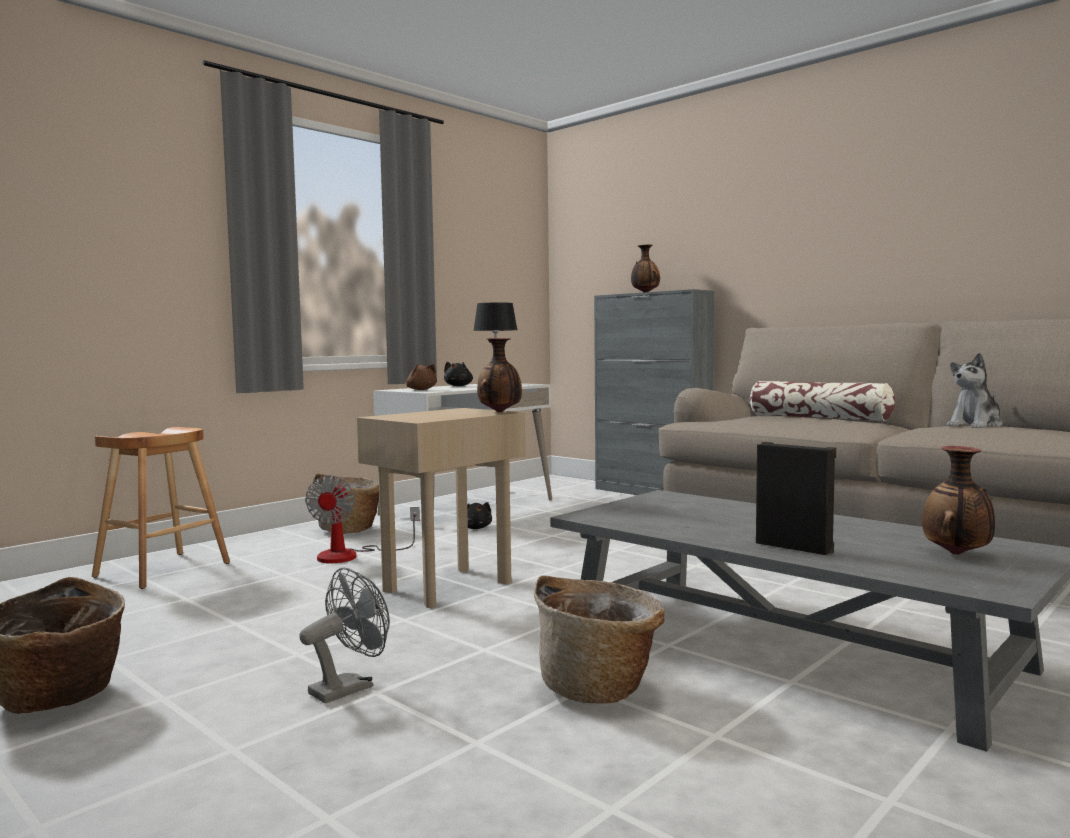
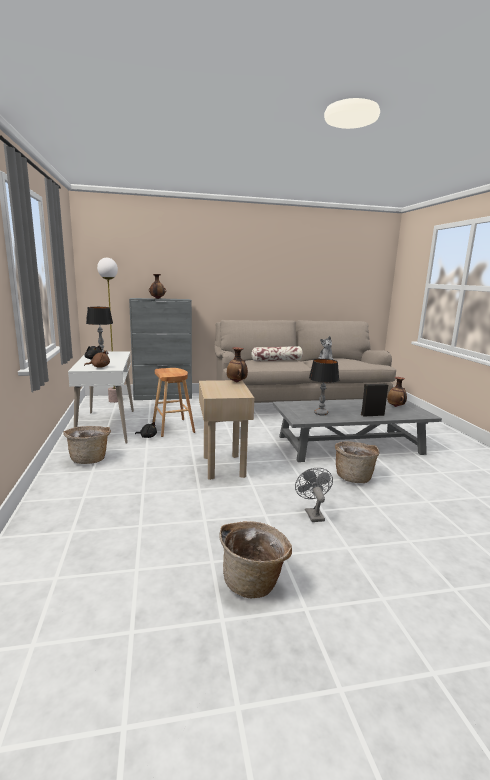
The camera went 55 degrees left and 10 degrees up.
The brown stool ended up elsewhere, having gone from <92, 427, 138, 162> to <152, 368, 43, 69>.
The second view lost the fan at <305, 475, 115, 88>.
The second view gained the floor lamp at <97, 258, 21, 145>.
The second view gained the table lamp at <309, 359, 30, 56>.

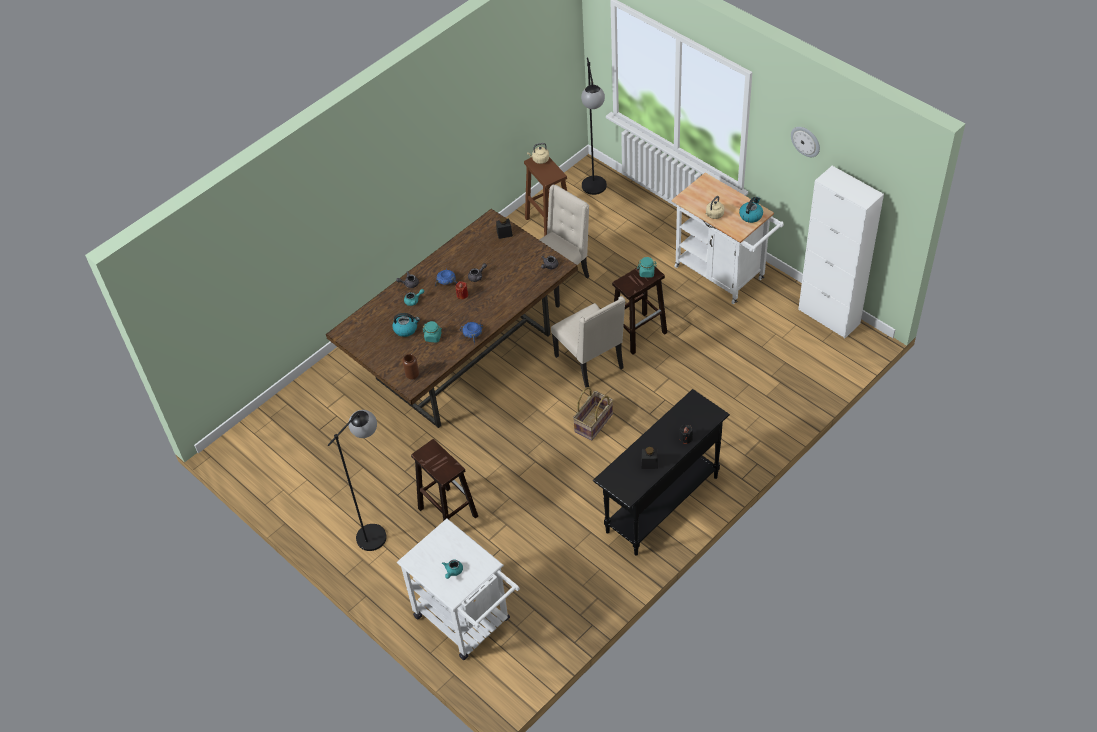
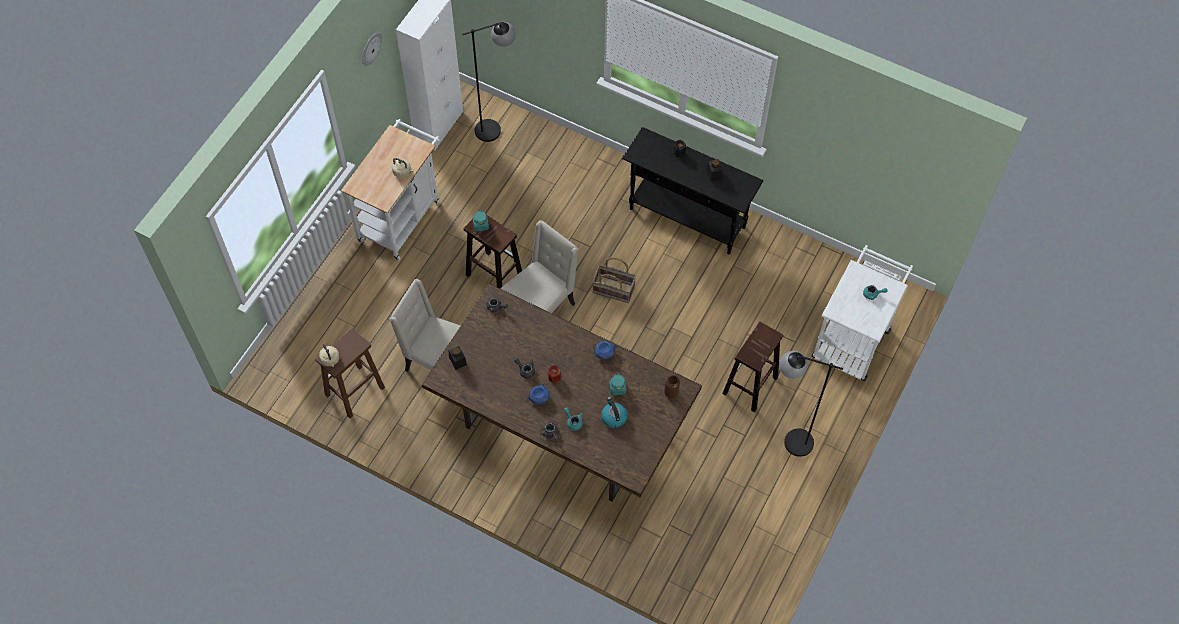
The camera went 110 degrees left and 10 degrees up.
The black floor lamp ended up elsewhere, having gone from <581, 57, 26, 138> to <462, 22, 54, 120>.
The second view lost the kettle at <739, 197, 24, 26>.

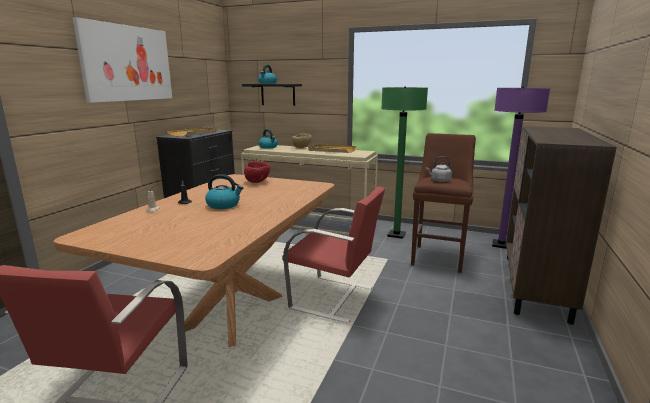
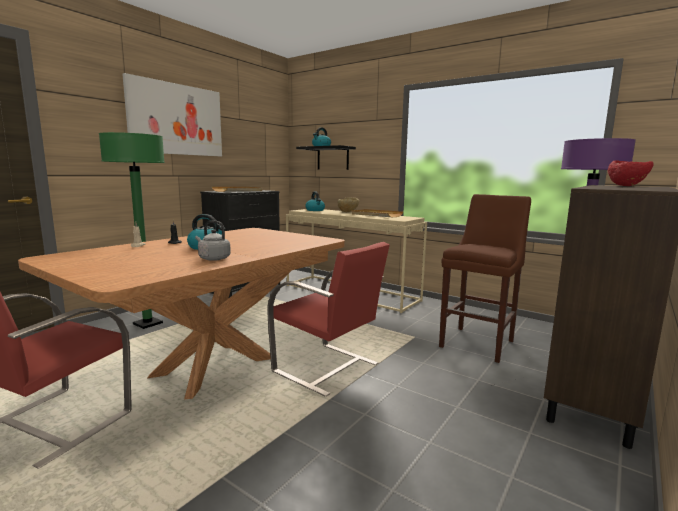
The camera went 15 degrees right and 5 degrees down.
The red bowl ended up elsewhere, having gone from <244, 161, 26, 22> to <608, 160, 45, 26>.
The green floor lamp ended up elsewhere, having gone from <381, 87, 47, 152> to <99, 132, 66, 197>.
The grey kettle ended up elsewhere, having gone from <426, 157, 26, 25> to <195, 221, 36, 40>.

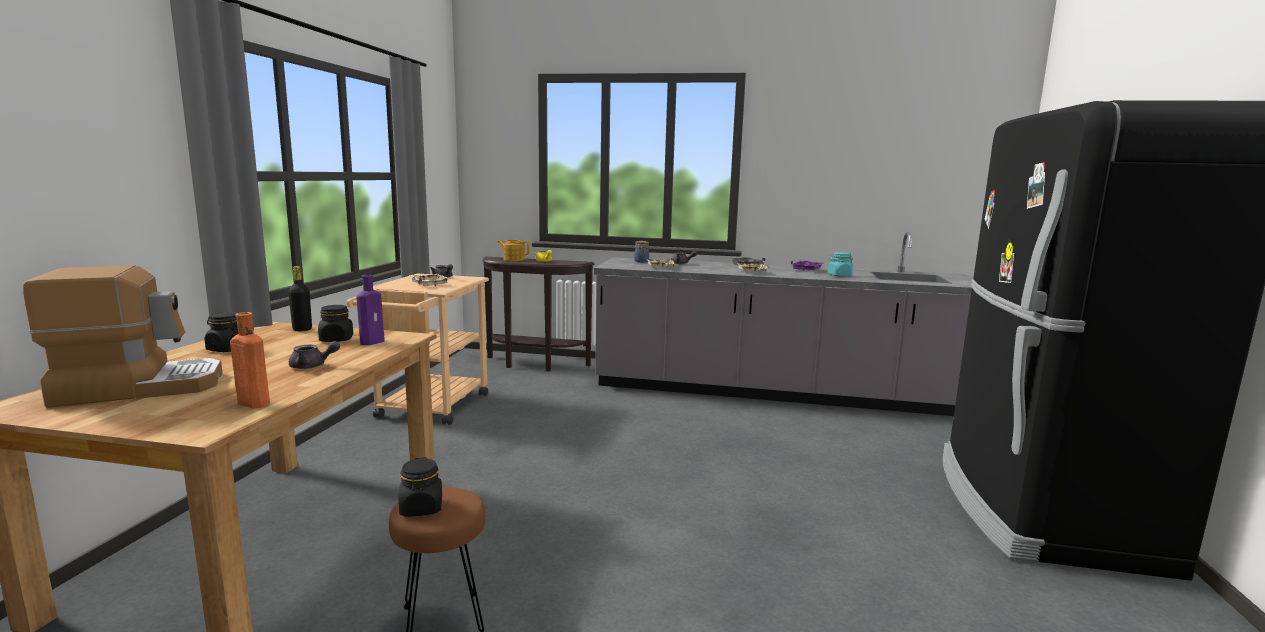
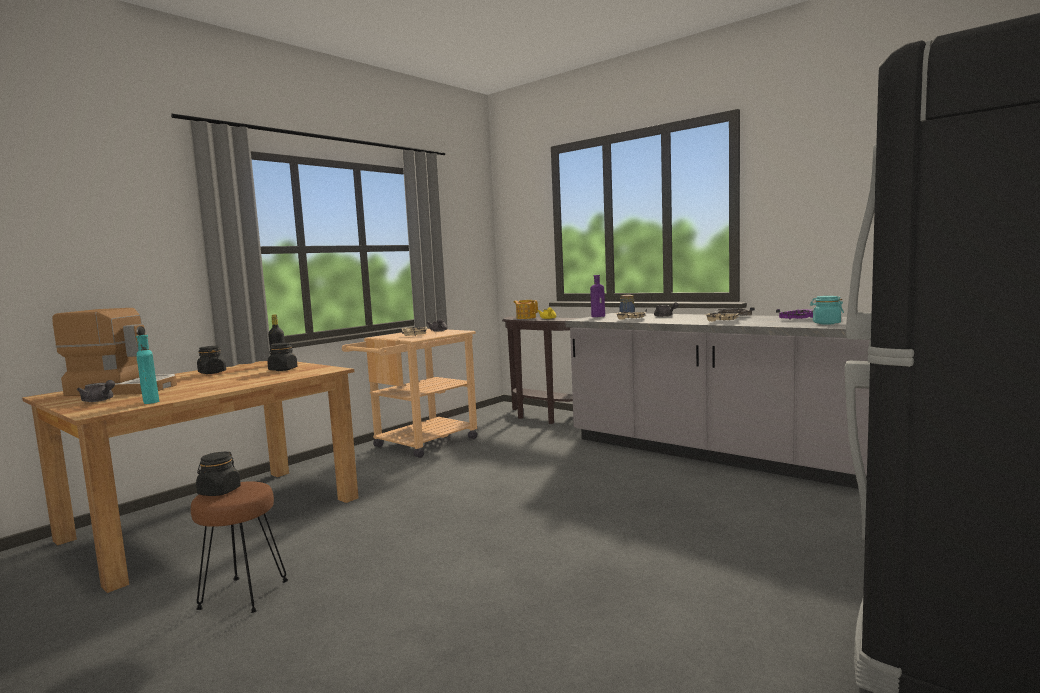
The camera went 30 degrees right and 5 degrees down.
What was the orange bottle at <230, 312, 40, 97> turned into the turquoise bottle at <136, 335, 23, 69>.
The grey teapot ended up elsewhere, having gone from <289, 341, 51, 28> to <77, 380, 38, 22>.
The purple bottle ended up elsewhere, having gone from <357, 275, 28, 70> to <590, 275, 15, 42>.

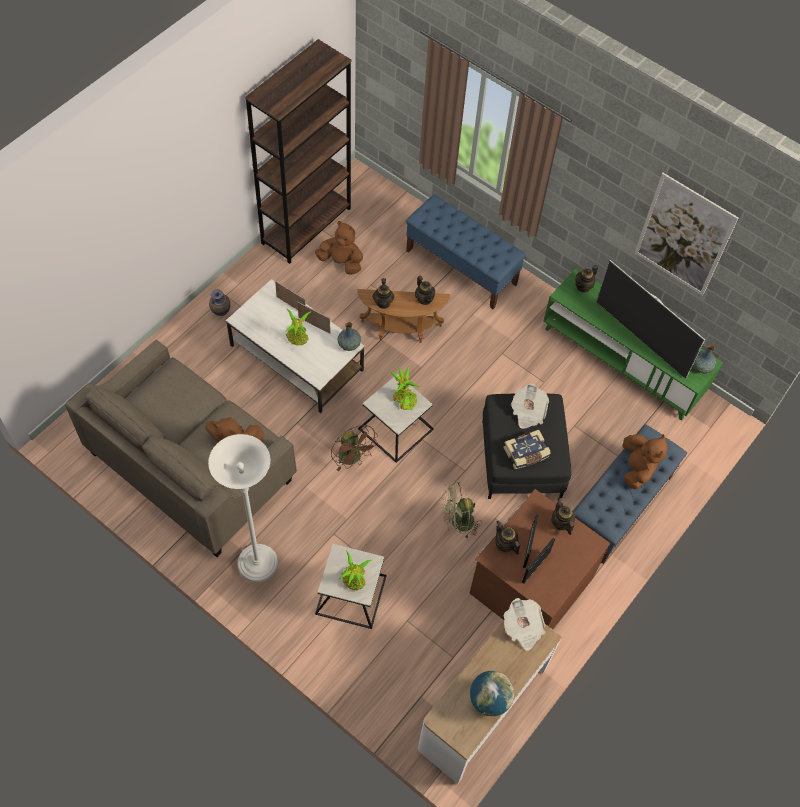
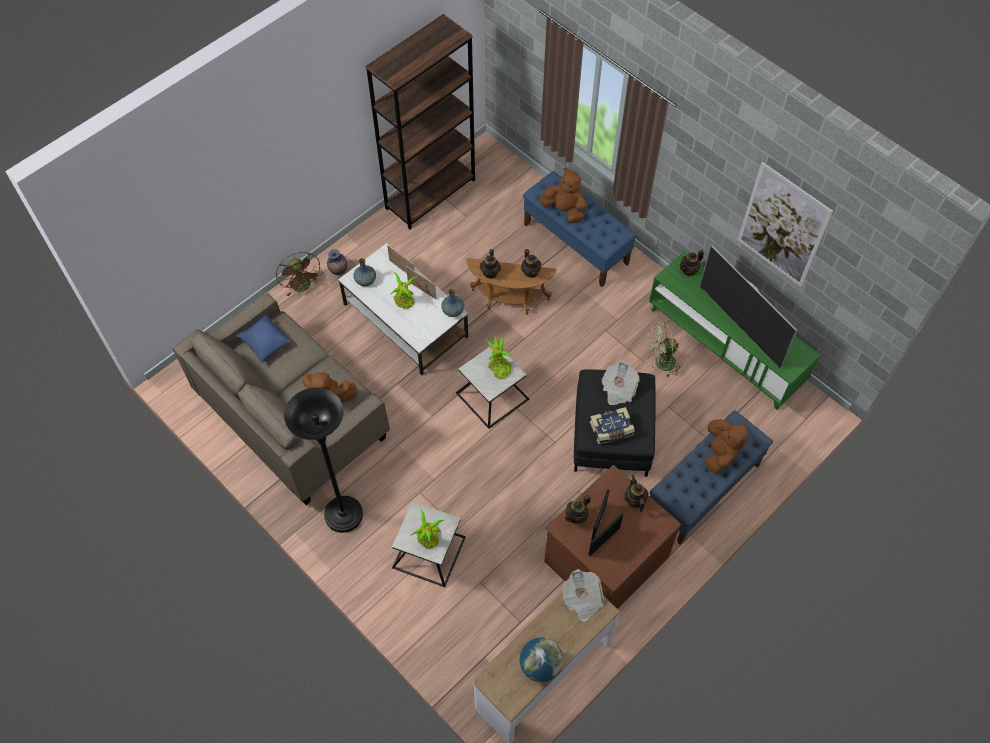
The camera went 10 degrees right and 0 degrees up.
What was the white floor lamp at <208, 434, 70, 148> turned into the black floor lamp at <284, 388, 79, 145>.
The brown plush toy ended up elsewhere, having gone from <315, 221, 48, 54> to <538, 167, 49, 56>.
The brown fan ended up elsewhere, having gone from <331, 425, 47, 46> to <276, 252, 46, 44>.
The green fan ended up elsewhere, having gone from <441, 482, 41, 56> to <648, 322, 35, 55>.
The teapot at <495, 521, 25, 33> ended up facing another way, 105 degrees counterclockwise from before.
The vase ended up elsewhere, having gone from <693, 345, 24, 28> to <354, 258, 22, 28>.
The second view gained the blue pillow at <236, 314, 54, 49>.

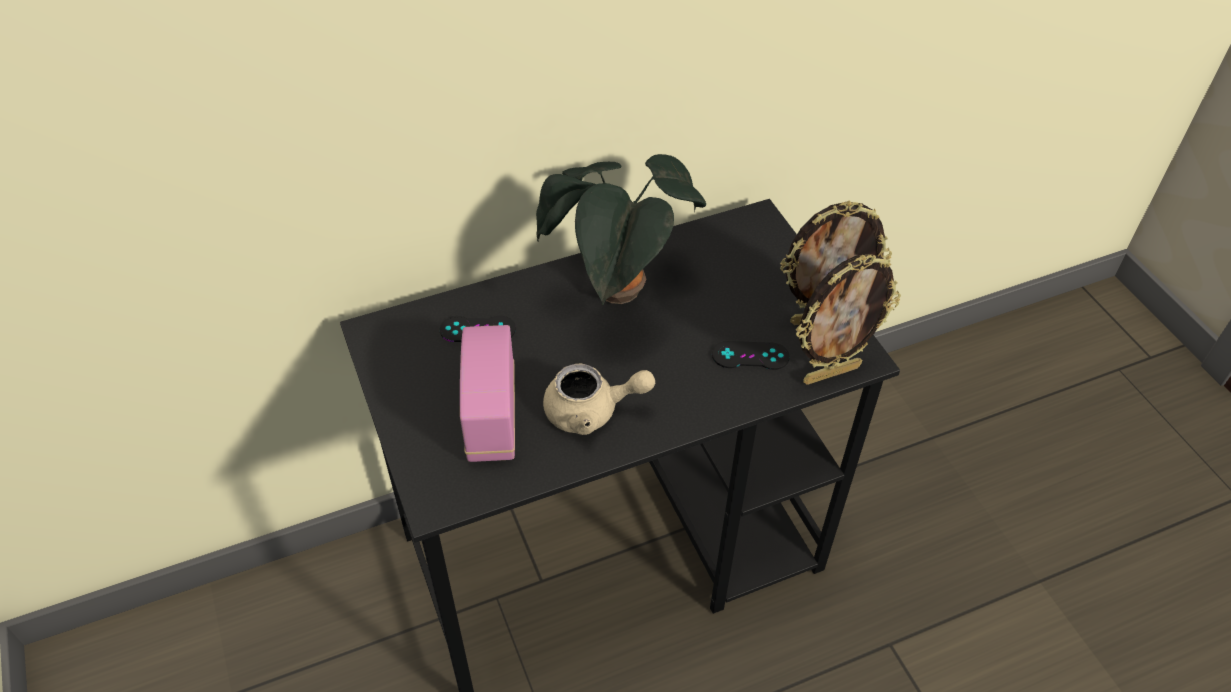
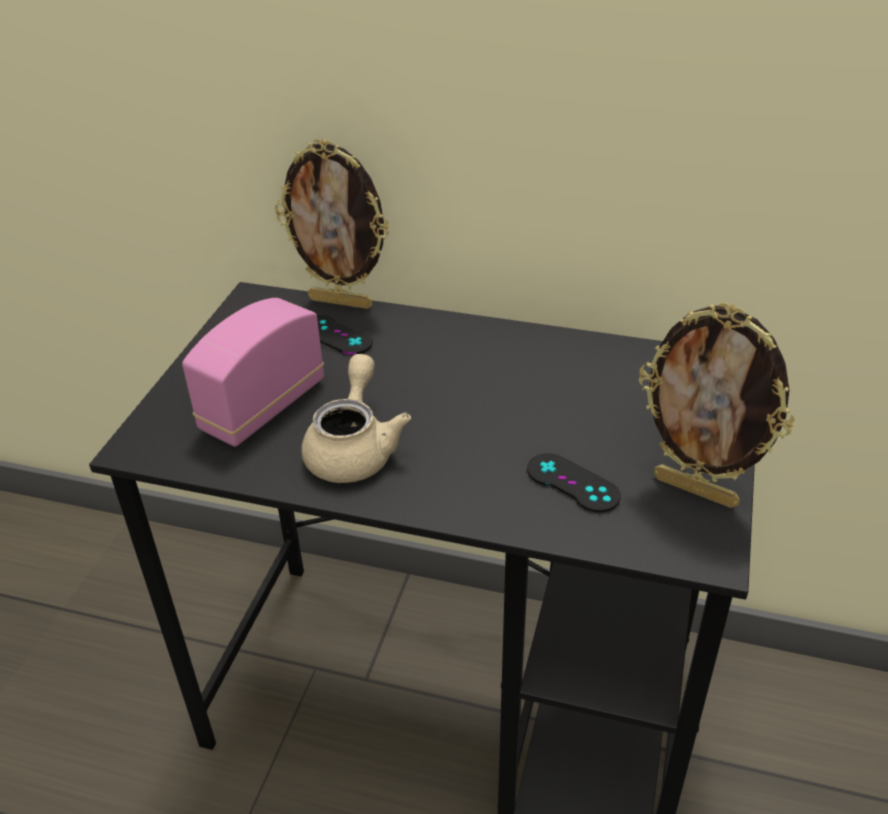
The camera went 40 degrees right and 10 degrees down.
The second view lost the potted plant at <536, 154, 170, 151>.
The beige teapot at <543, 364, 112, 71> ended up facing another way, 120 degrees counterclockwise from before.
The picture frame ended up elsewhere, having gone from <796, 254, 105, 131> to <275, 139, 115, 170>.

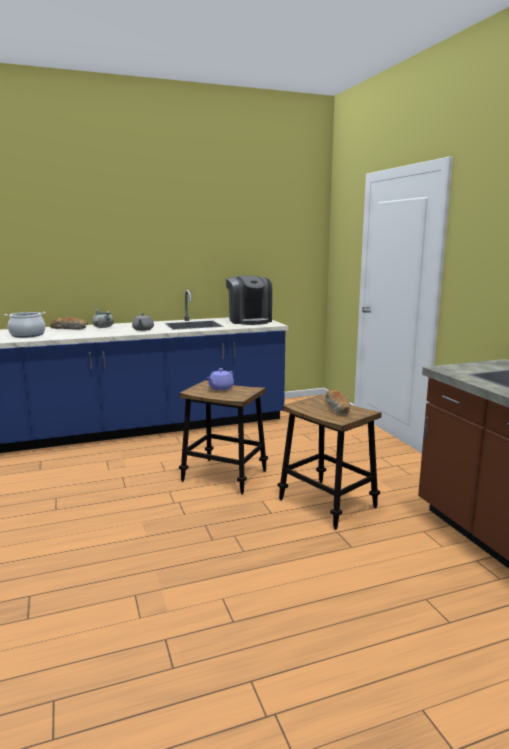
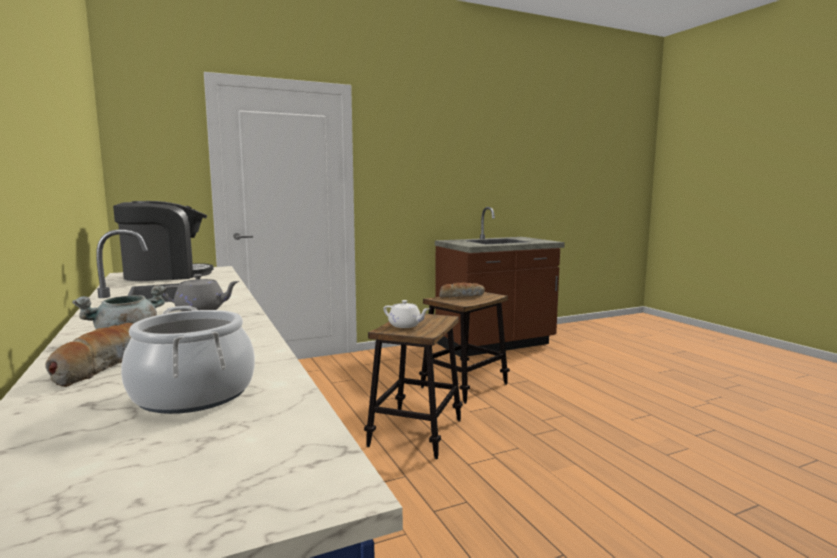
The camera went 95 degrees left and 5 degrees down.
What was the purple teapot at <207, 368, 27, 22> turned into the white teapot at <383, 300, 46, 28>.

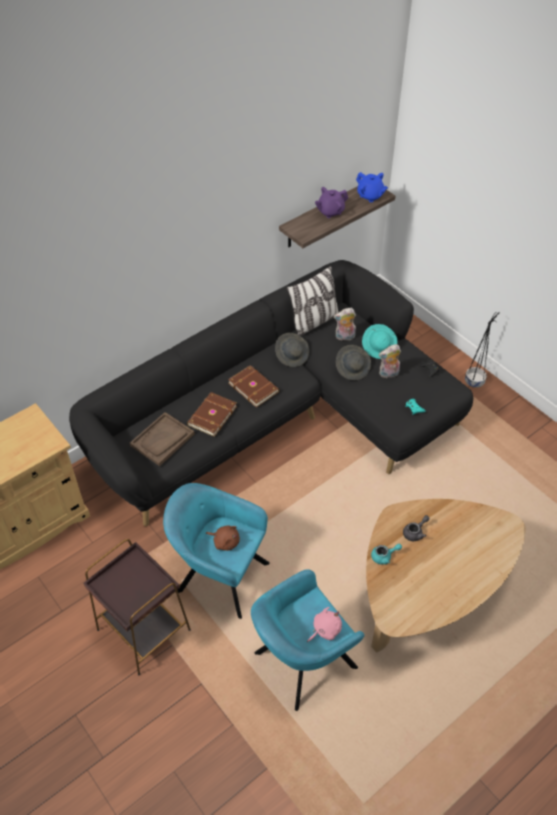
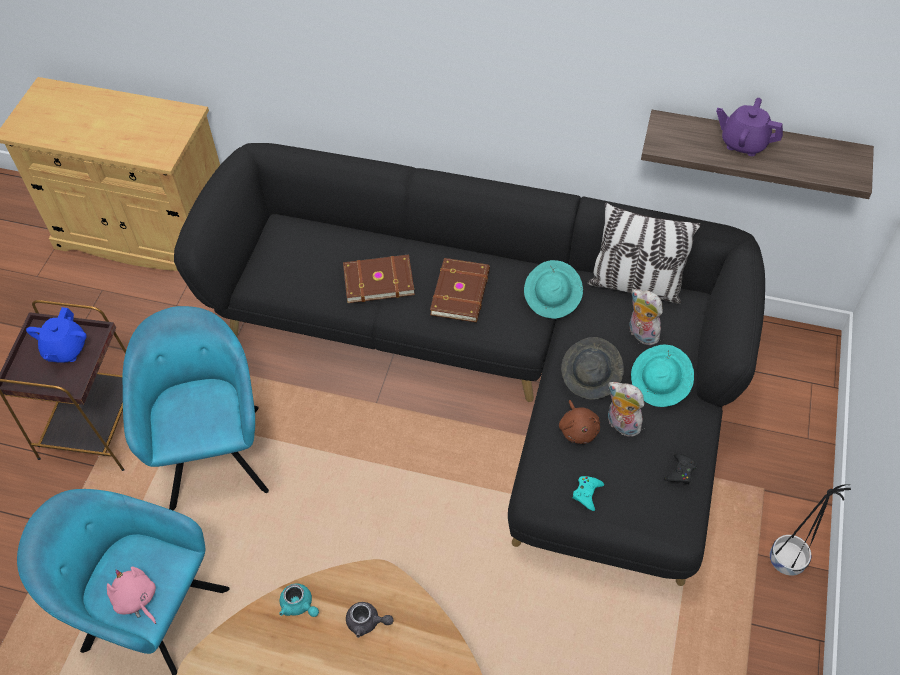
The camera went 55 degrees right and 5 degrees up.
The second view lost the brown tray at <130, 412, 65, 54>.
The brown plush toy ended up elsewhere, having gone from <206, 526, 34, 25> to <559, 400, 41, 44>.
What was the grey hat at <275, 333, 34, 34> turned into the turquoise hat at <524, 260, 59, 59>.
The pink plush toy at <307, 607, 35, 35> ended up facing another way, 150 degrees counterclockwise from before.
The blue teapot ended up elsewhere, having gone from <356, 172, 32, 30> to <26, 307, 60, 56>.

